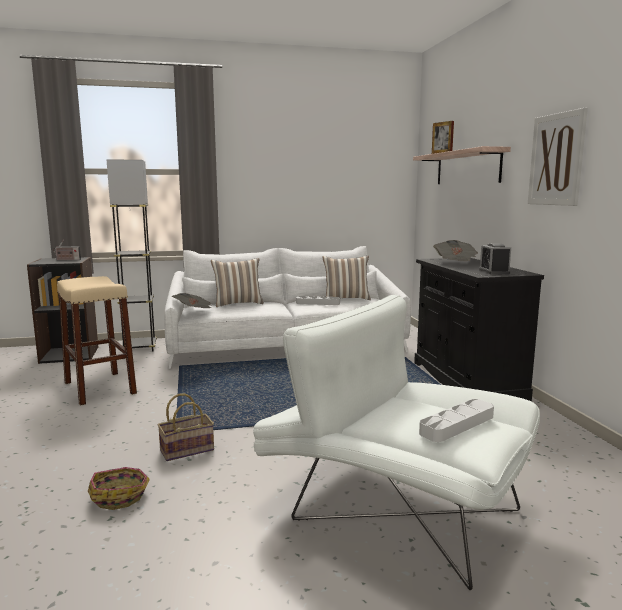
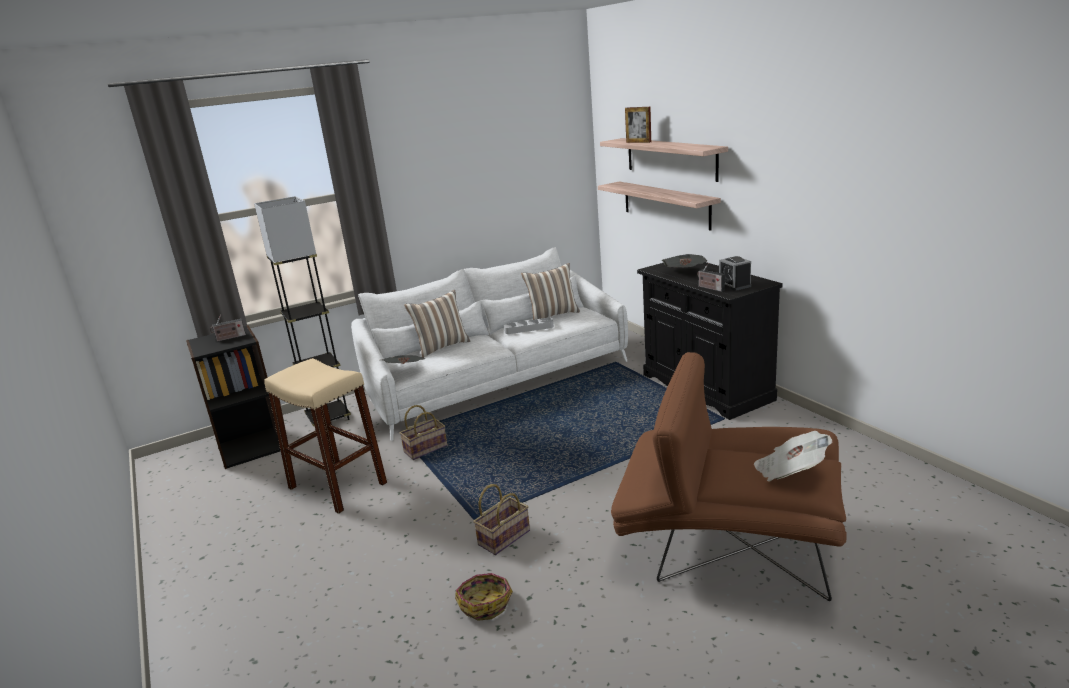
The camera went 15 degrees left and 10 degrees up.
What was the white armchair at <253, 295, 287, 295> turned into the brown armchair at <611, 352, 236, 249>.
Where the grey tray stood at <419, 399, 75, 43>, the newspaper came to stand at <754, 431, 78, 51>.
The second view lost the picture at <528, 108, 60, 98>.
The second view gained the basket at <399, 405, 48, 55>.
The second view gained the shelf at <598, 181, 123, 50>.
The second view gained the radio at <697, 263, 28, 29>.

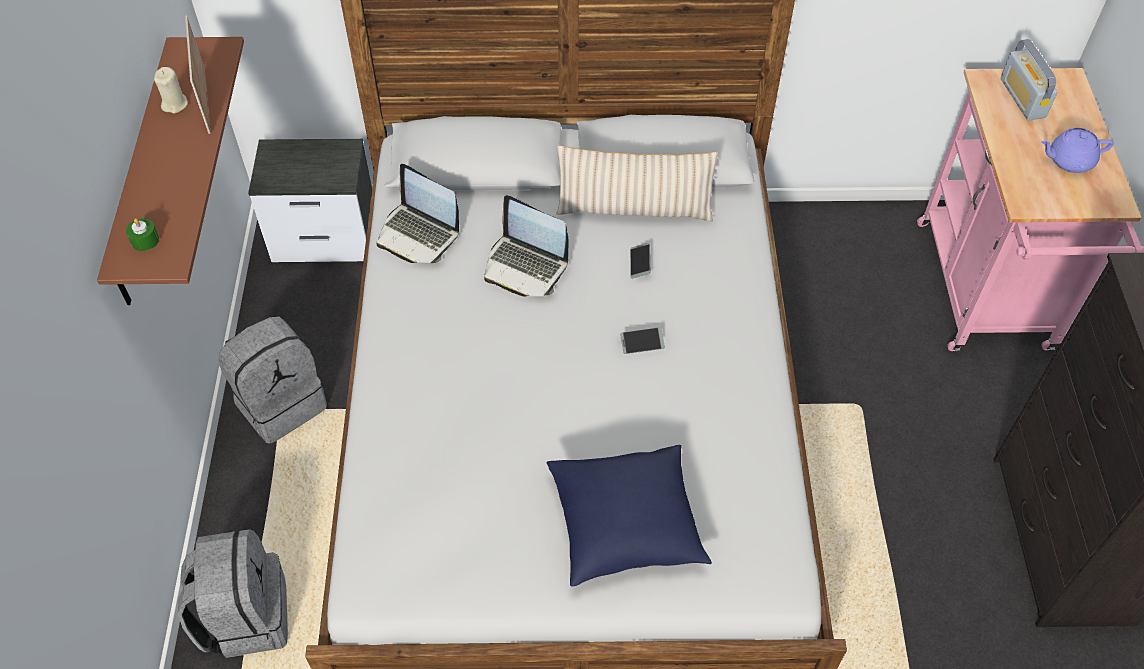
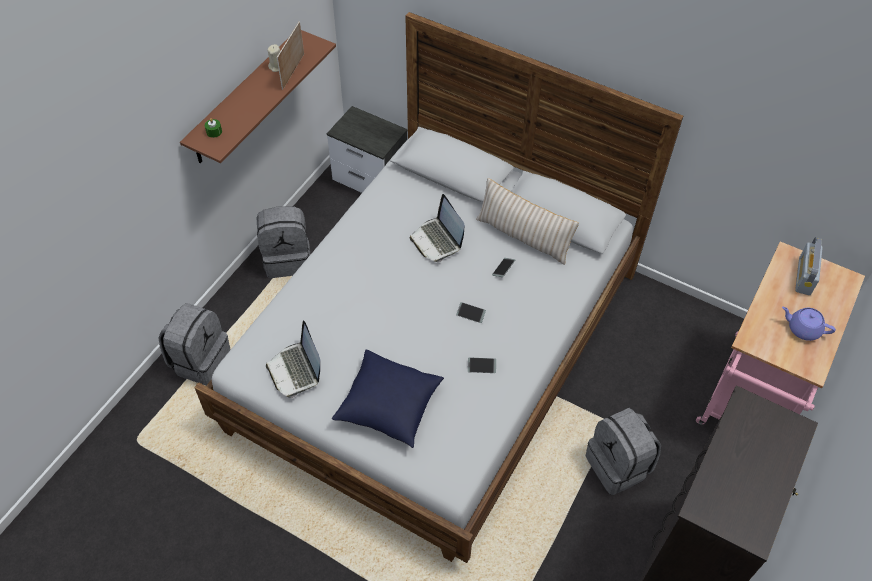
The camera went 30 degrees right and 0 degrees up.
The laptop ended up elsewhere, having gone from <376, 164, 83, 99> to <266, 320, 54, 78>.
The second view gained the phone at <468, 358, 28, 15>.
The second view gained the grey backpack at <586, 408, 75, 87>.

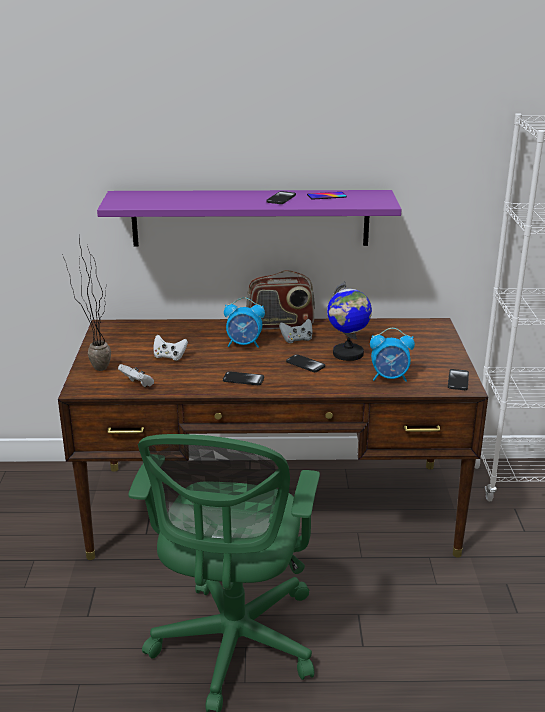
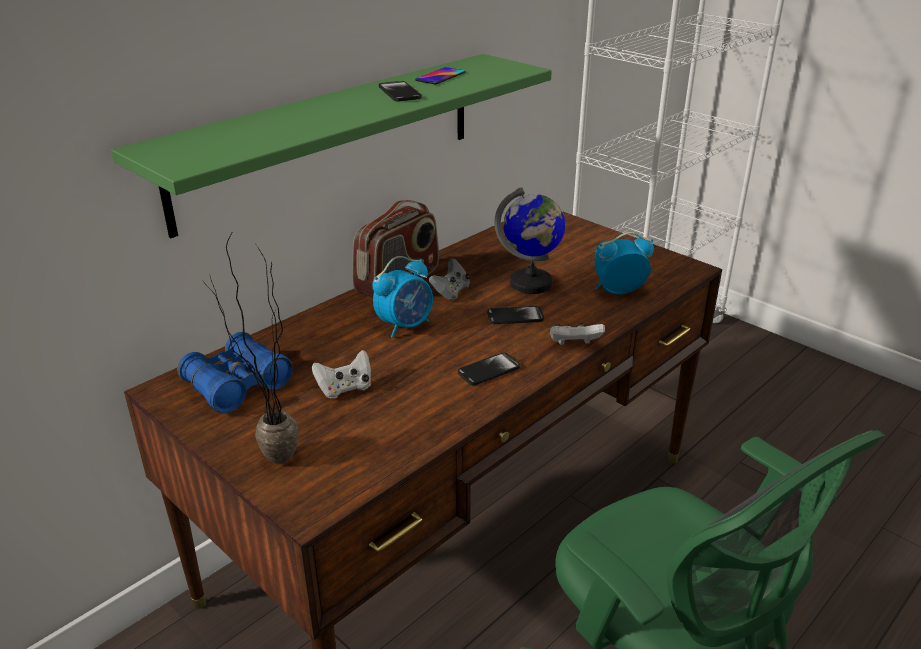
The camera went 45 degrees left and 5 degrees up.
What was the purple shelf at <97, 190, 305, 57> turned into the green shelf at <111, 54, 441, 184>.
The white game controller ended up elsewhere, having gone from <118, 364, 36, 23> to <550, 323, 55, 22>.
The alarm clock at <370, 328, 45, 54> ended up facing another way, 150 degrees counterclockwise from before.
The second view lost the phone at <448, 369, 21, 21>.
The second view gained the blue binoculars at <177, 332, 116, 82>.

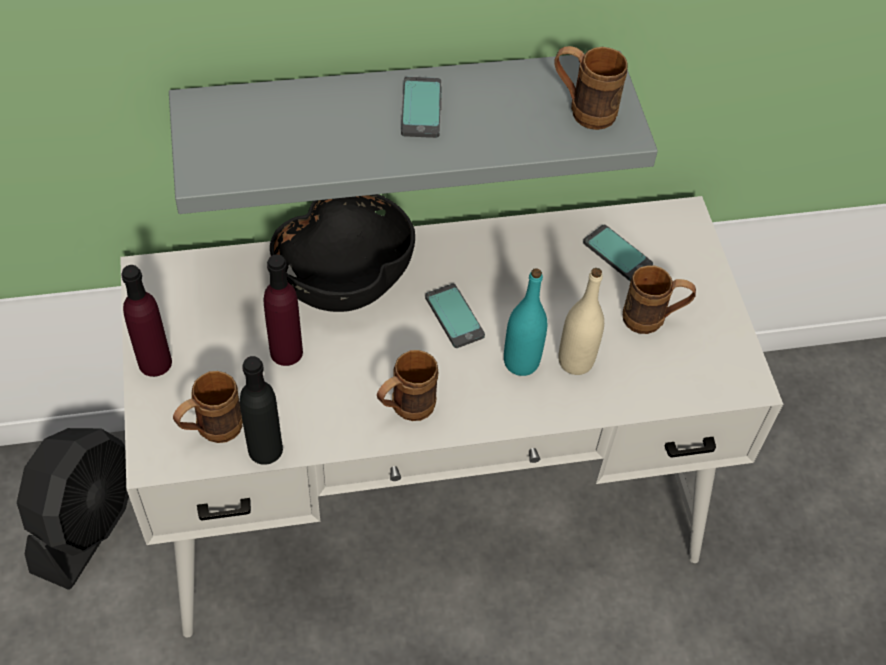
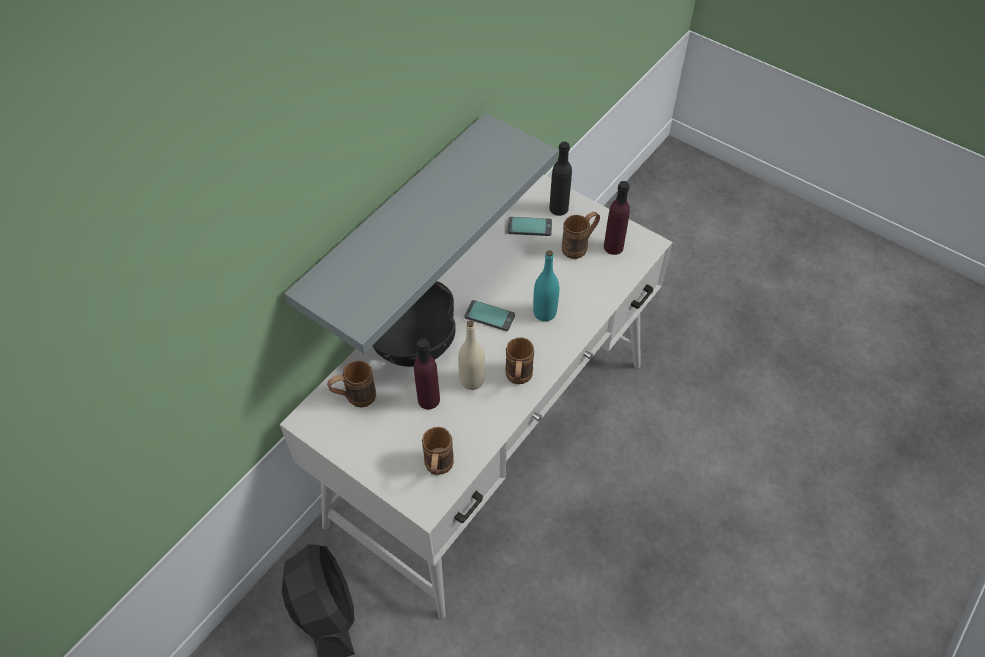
The camera went 40 degrees left and 0 degrees up.
The purple bottle ended up elsewhere, having gone from <121, 265, 51, 112> to <604, 181, 26, 74>.
The black bottle ended up elsewhere, having gone from <240, 356, 43, 109> to <549, 142, 23, 74>.
The second view lost the phone at <401, 77, 41, 61>.
The brown mug ended up elsewhere, having gone from <554, 46, 74, 84> to <327, 360, 49, 47>.
The beige bottle ended up elsewhere, having gone from <559, 268, 45, 107> to <458, 321, 27, 69>.

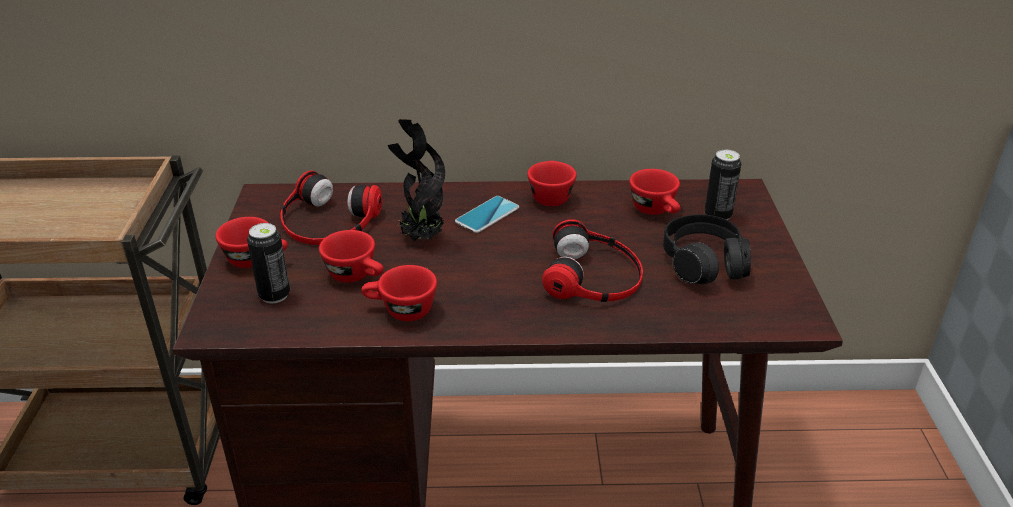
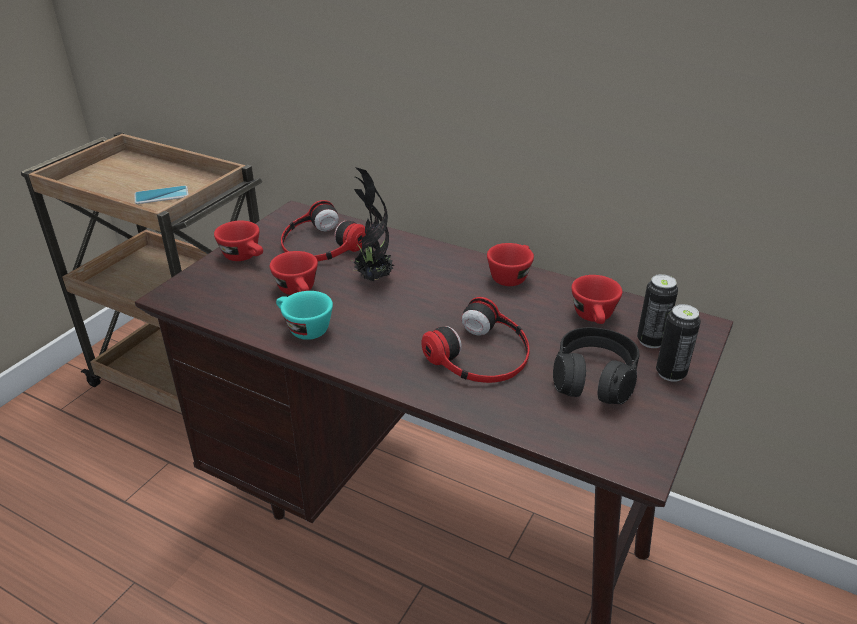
The camera went 30 degrees right and 0 degrees up.
The can ended up elsewhere, having gone from <247, 223, 43, 80> to <656, 304, 45, 78>.
What was the red cup at <361, 265, 76, 56> turned into the turquoise cup at <276, 291, 57, 49>.
The phone ended up elsewhere, having gone from <455, 196, 64, 37> to <135, 186, 54, 18>.

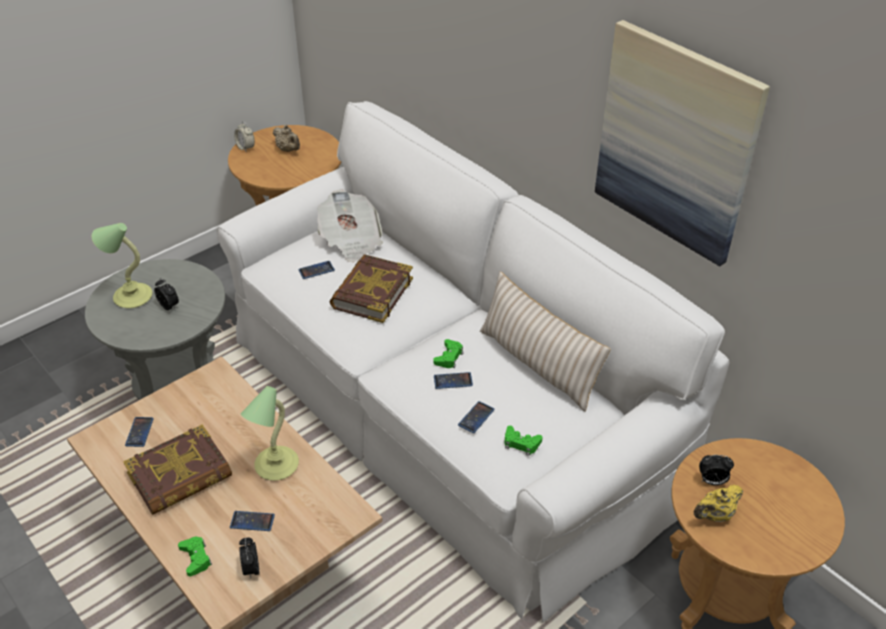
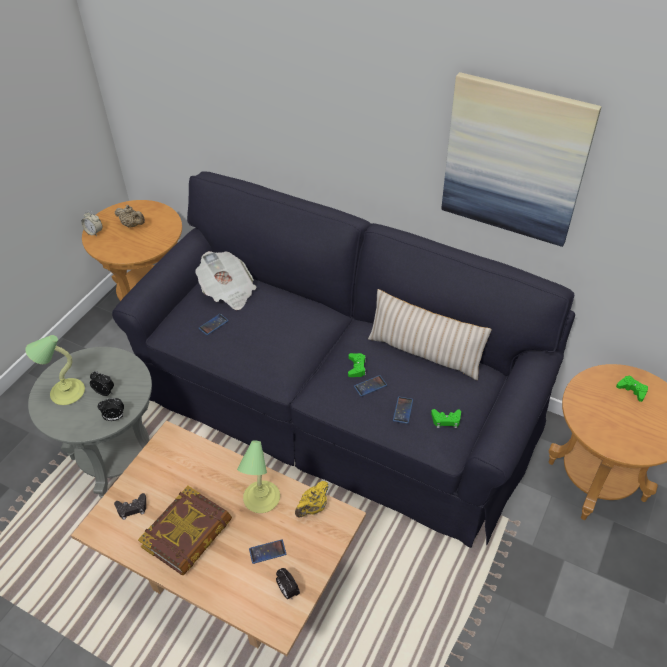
The camera went 20 degrees left and 5 degrees up.
Where the phone stood at <125, 417, 29, 30>, the black game controller came to stand at <114, 493, 32, 27>.
The green game controller ended up elsewhere, having gone from <178, 537, 34, 39> to <616, 375, 32, 27>.
What was the white sofa at <216, 101, 513, 522> turned into the black sofa at <112, 171, 463, 377>.
The second view lost the book at <330, 254, 83, 69>.
The yellow teapot ended up elsewhere, having gone from <694, 485, 49, 37> to <295, 481, 34, 36>.
The alarm clock ended up elsewhere, having gone from <699, 455, 35, 30> to <98, 398, 26, 23>.

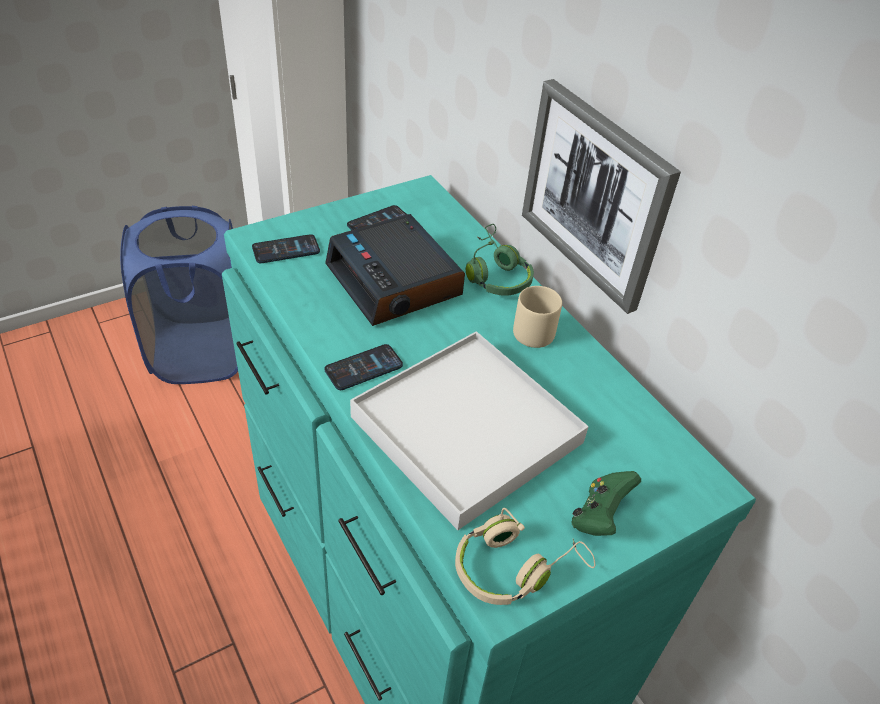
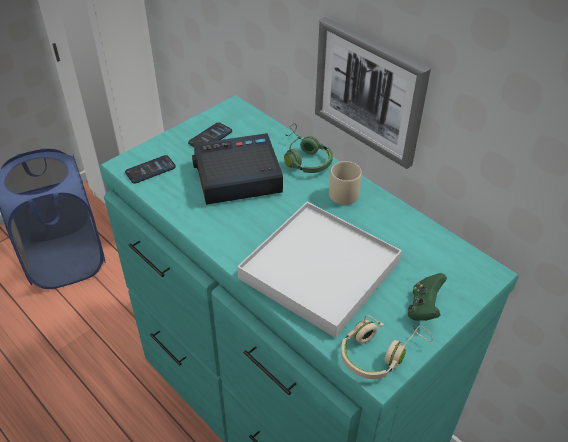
The camera went 10 degrees left and 0 degrees up.
The second view lost the phone at <324, 344, 79, 46>.
The alarm clock at <325, 214, 140, 112> ended up facing another way, 120 degrees clockwise from before.

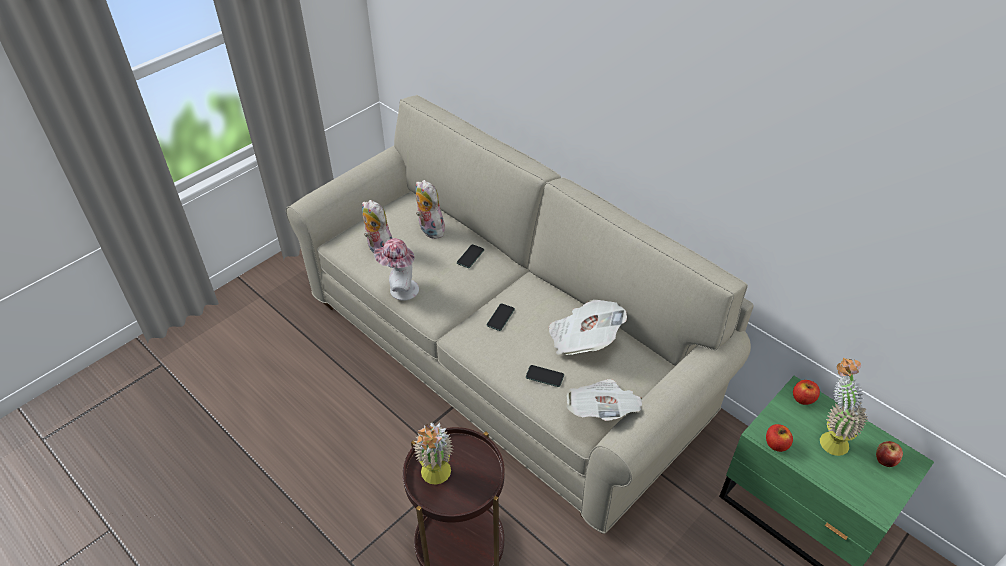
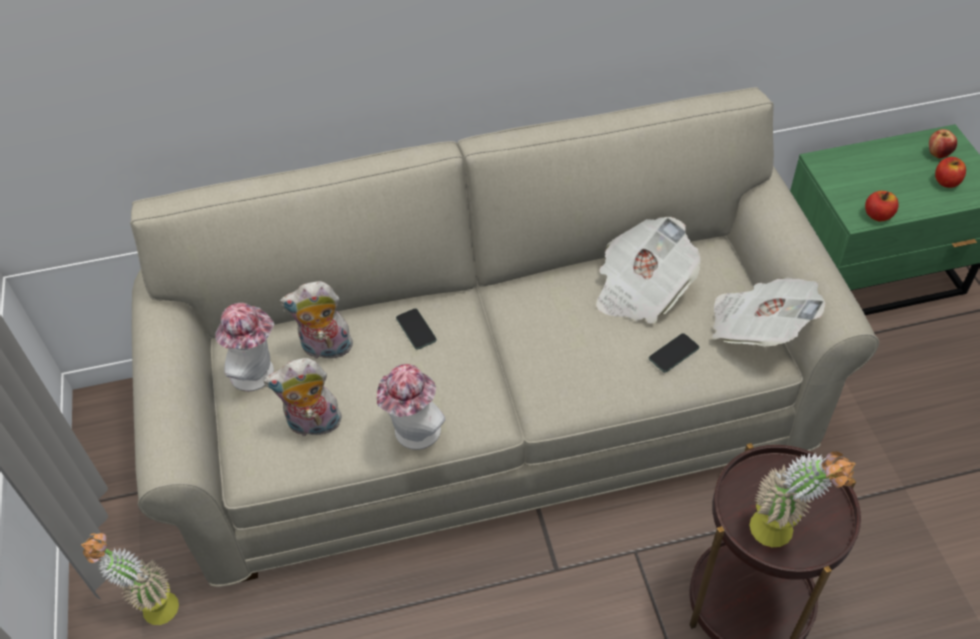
The camera went 55 degrees left and 5 degrees up.
The second view lost the phone at <487, 303, 28, 28>.
The apple ended up elsewhere, having gone from <793, 380, 27, 25> to <935, 157, 31, 31>.
The potted plant ended up elsewhere, having gone from <820, 358, 48, 98> to <81, 533, 98, 92>.
The second view gained the hat at <215, 303, 59, 88>.

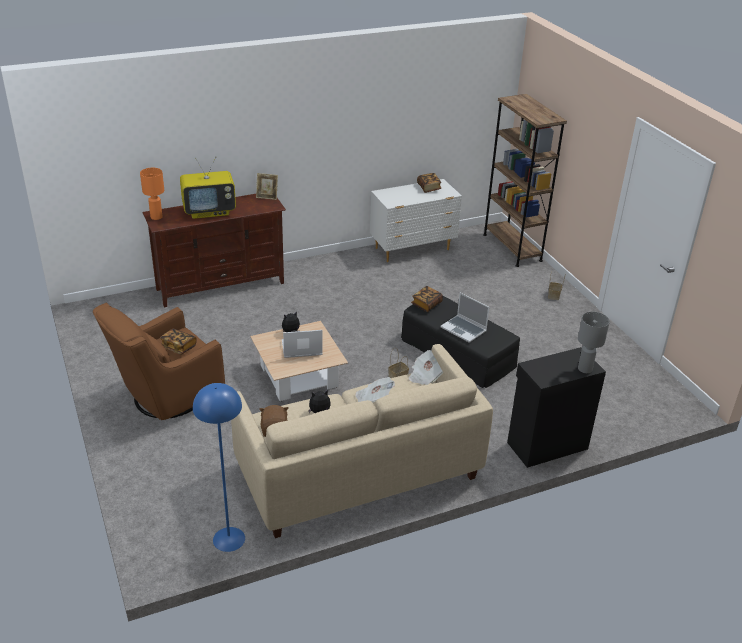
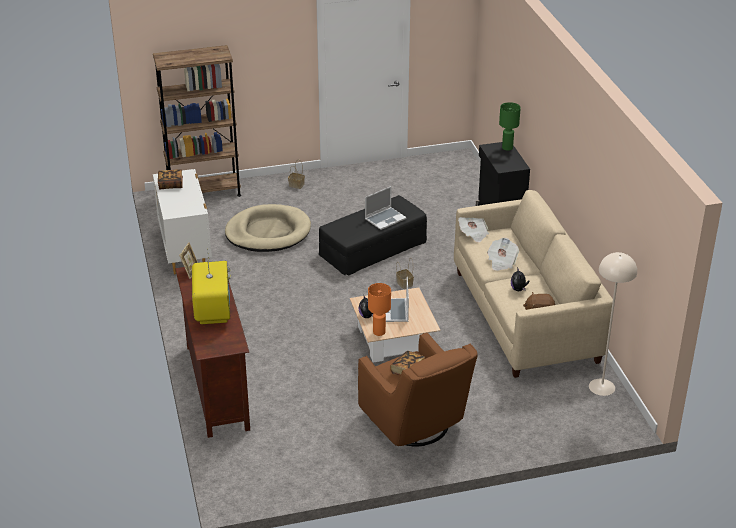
The camera went 80 degrees left and 0 degrees up.
The orange table lamp ended up elsewhere, having gone from <140, 168, 24, 52> to <368, 283, 23, 53>.
What was the blue floor lamp at <193, 383, 52, 169> turned into the beige floor lamp at <589, 252, 48, 144>.
The second view lost the book at <411, 286, 32, 26>.
What was the grey table lamp at <578, 312, 32, 61> turned into the green table lamp at <499, 102, 22, 49>.
The second view gained the beige dog bed at <225, 204, 86, 48>.

